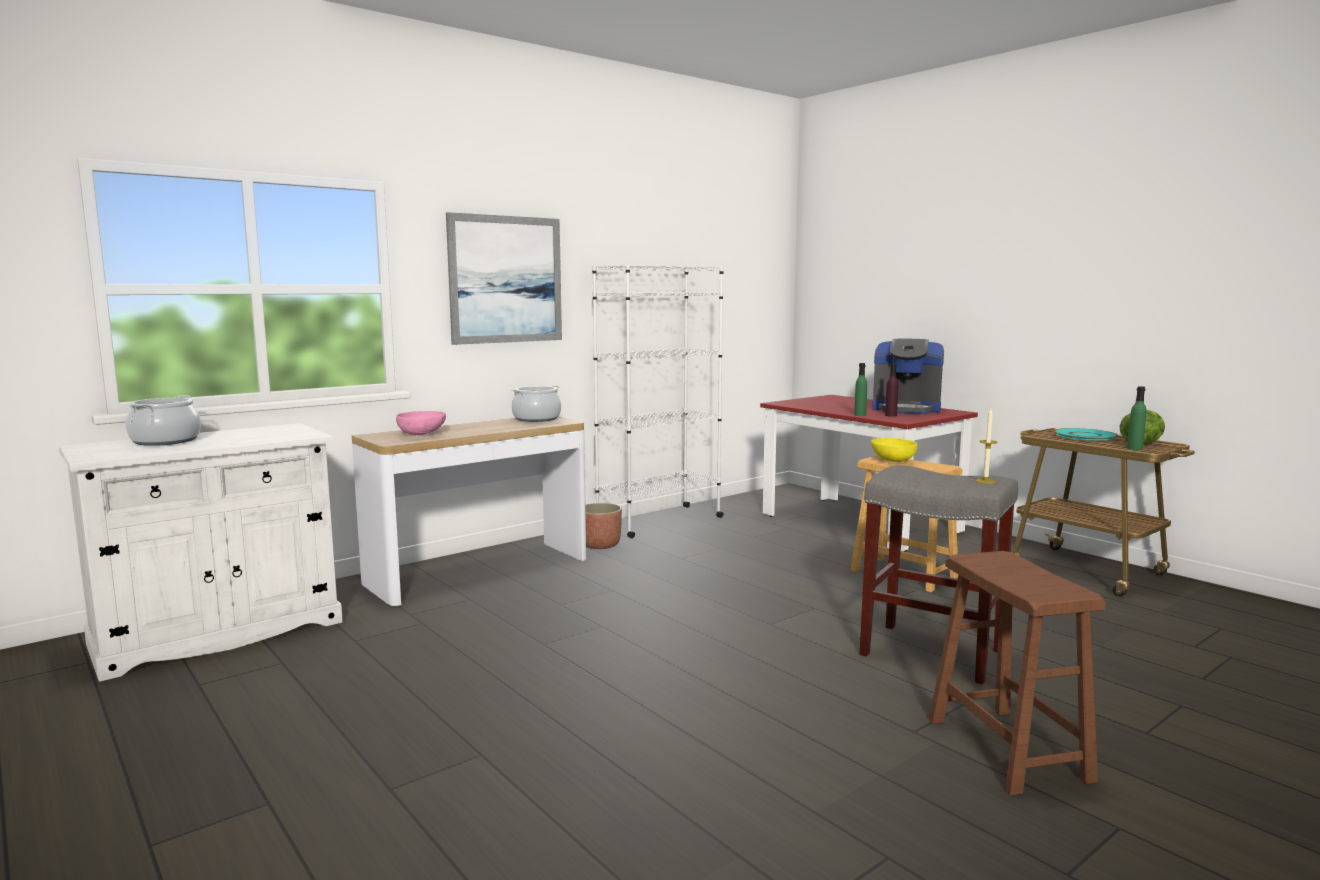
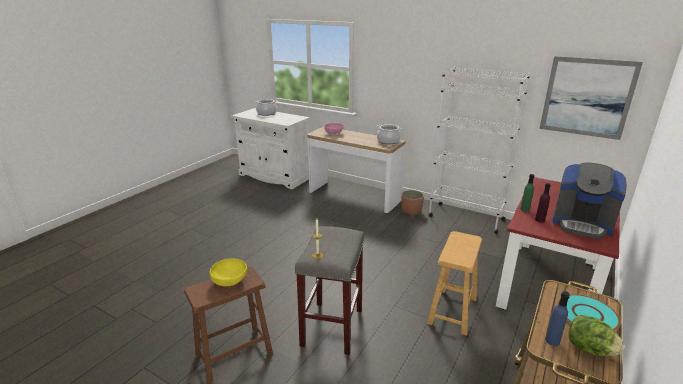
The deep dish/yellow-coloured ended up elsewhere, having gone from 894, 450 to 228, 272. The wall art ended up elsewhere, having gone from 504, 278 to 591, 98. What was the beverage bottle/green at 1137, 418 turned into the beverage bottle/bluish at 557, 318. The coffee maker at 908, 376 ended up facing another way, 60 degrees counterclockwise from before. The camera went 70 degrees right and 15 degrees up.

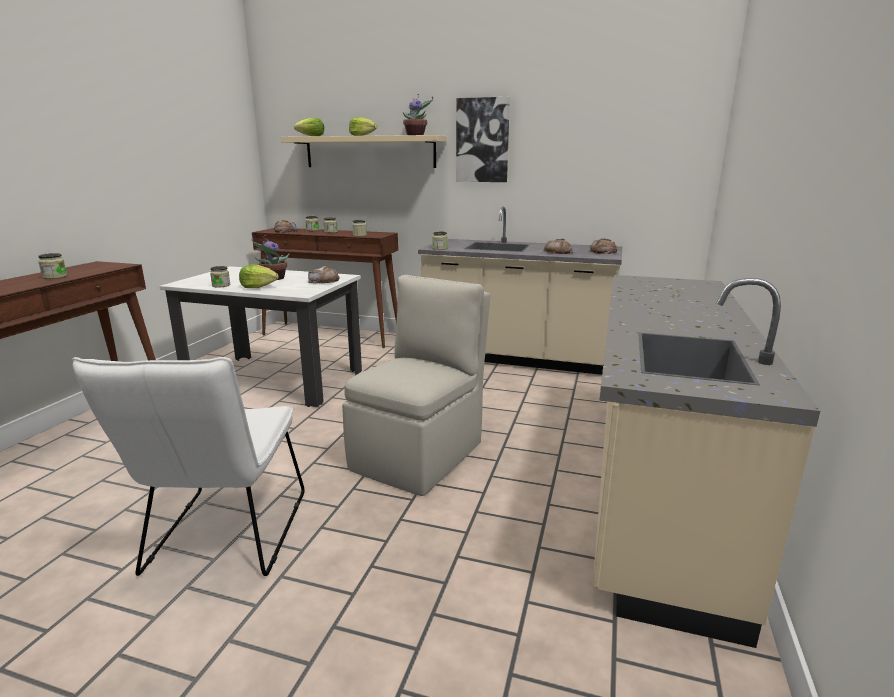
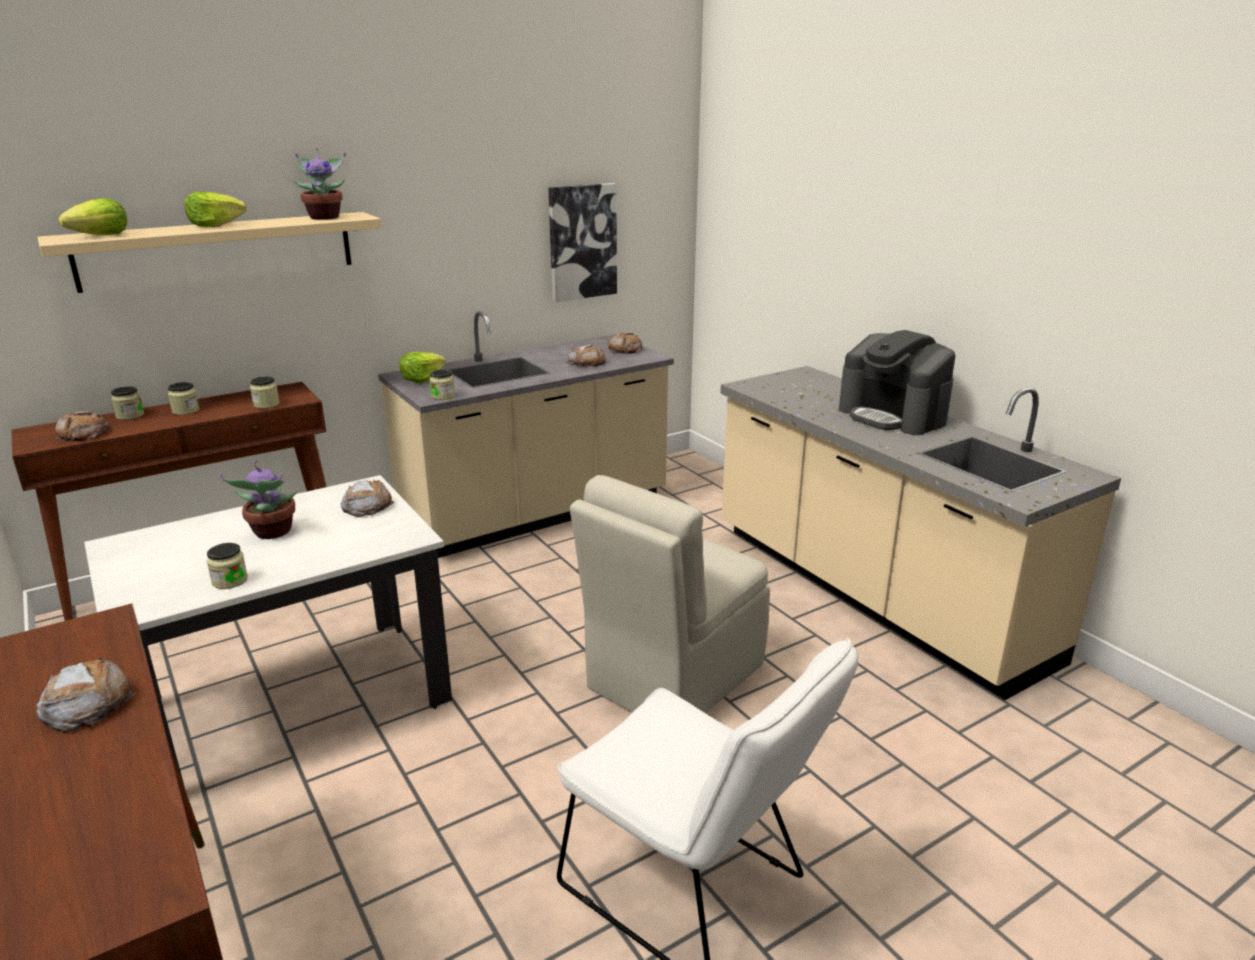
Where the preserve jar stood at 52, 266, the baked bread came to stand at 85, 694. The lettuce head ended up elsewhere, having gone from 259, 276 to 423, 367. The wall art ended up elsewhere, having gone from 483, 139 to 582, 242. The plain chair/beige-coloured at 416, 385 ended up facing another way, 120 degrees counterclockwise from before. The second view gained the coffee maker at 897, 382. The camera went 50 degrees left and 5 degrees up.

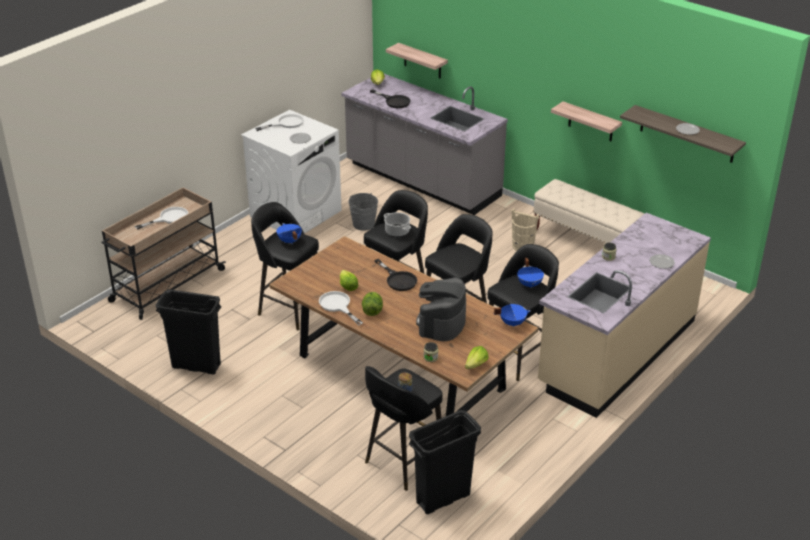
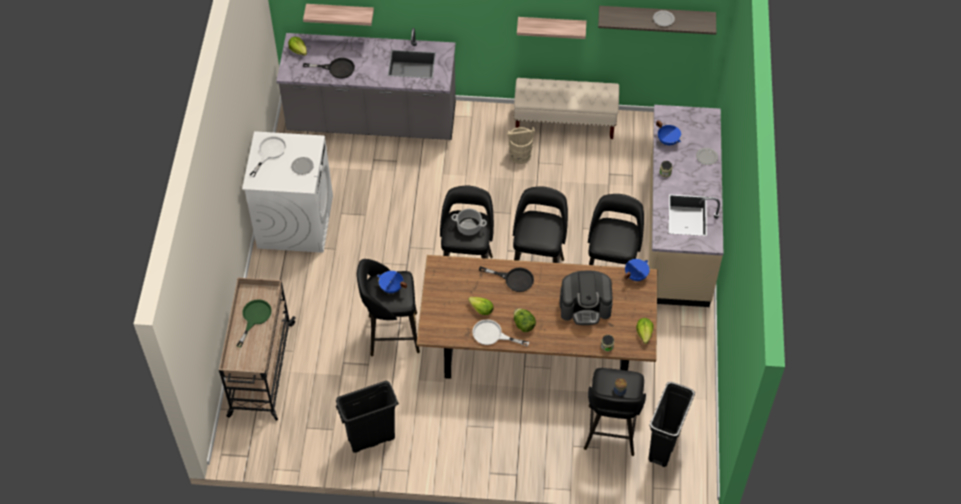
What was the pan/white-coloured at 161, 218 turned into the pan/green at 254, 323. The coffee maker at 441, 309 ended up facing another way, 75 degrees counterclockwise from before. The saucepot/bluish ended up elsewhere, having gone from 530, 273 to 668, 132. The second view lost the water bucket/gray at 363, 212. The camera went 35 degrees left and 20 degrees up.

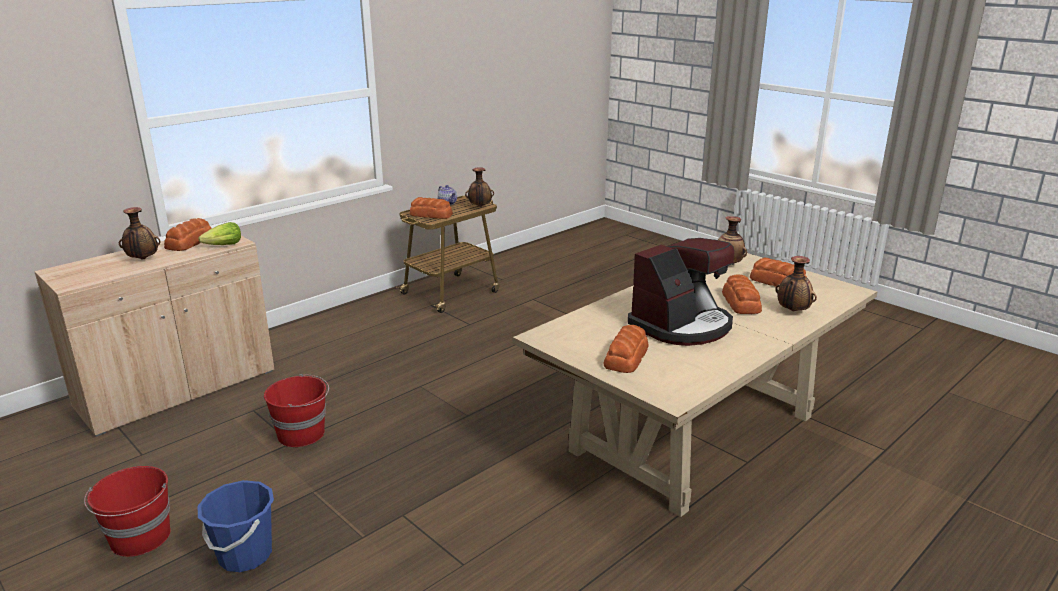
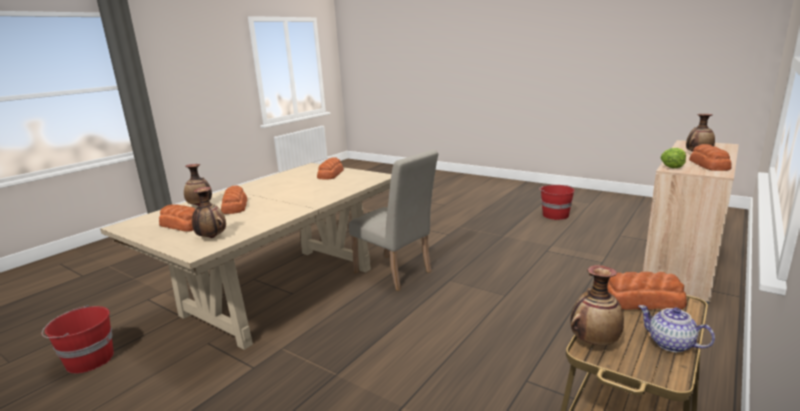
The water bucket/red ended up elsewhere, having gone from 296, 410 to 78, 339. The second view gained the plain chair/beige-coloured at 393, 220. The second view lost the water bucket/bluish at 235, 526. The second view lost the coffee maker at 681, 292. The camera went 170 degrees right and 5 degrees down.

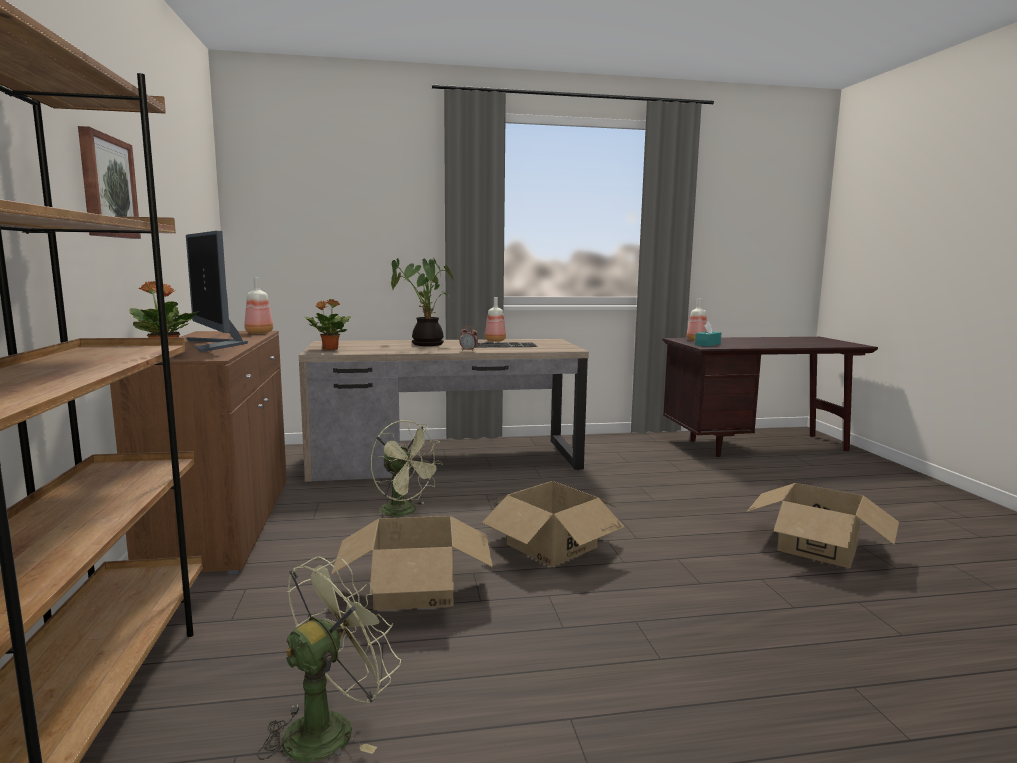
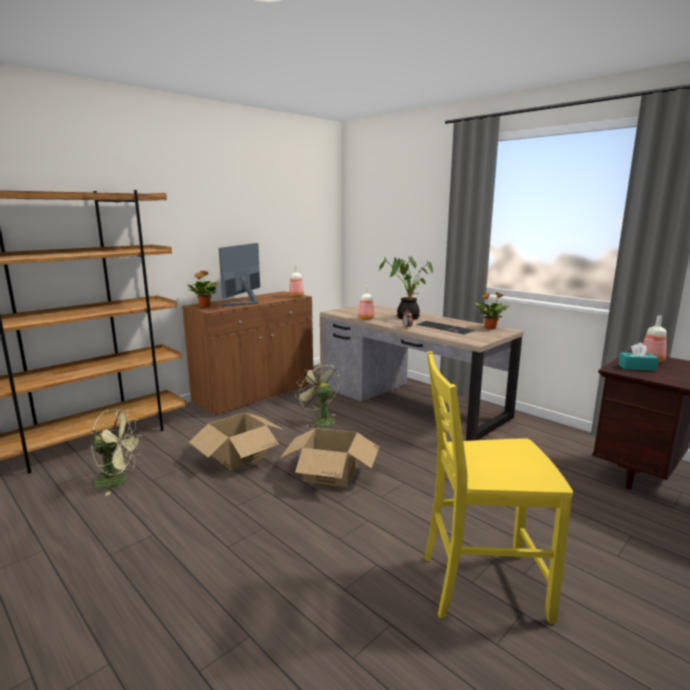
The electric fan/green at 407, 468 ended up facing another way, 135 degrees clockwise from before. The beverage bottle ended up elsewhere, having gone from 495, 319 to 366, 303. Where the packing box stood at 822, 525, the plain chair/yellow-coloured came to stand at 498, 487. The potted plant ended up elsewhere, having gone from 328, 324 to 492, 310. The second view lost the wall art at 109, 182. The camera went 55 degrees right and 5 degrees up.

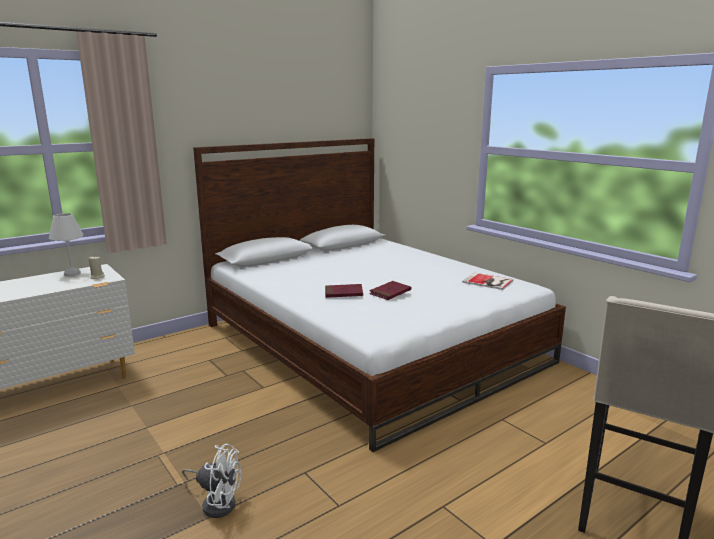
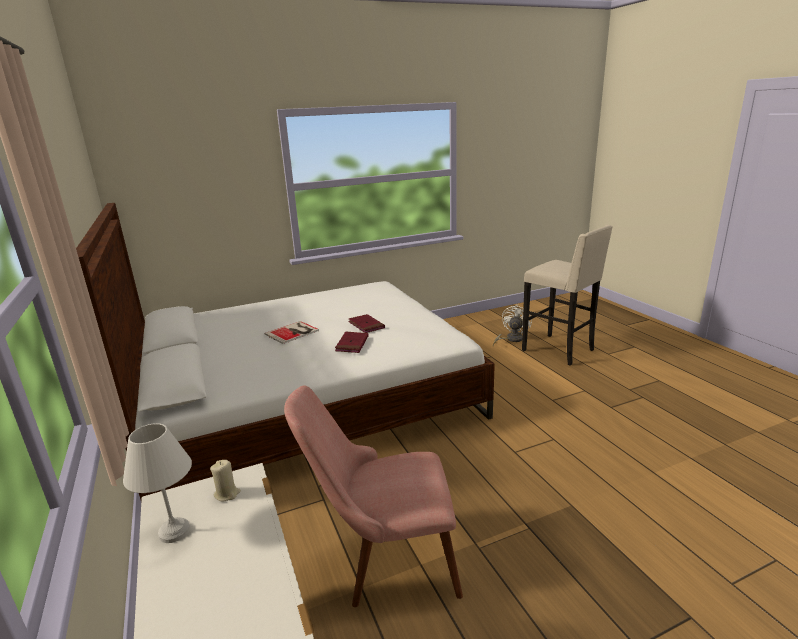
The book ended up elsewhere, having gone from 488, 281 to 292, 332. The second view gained the plain chair/pink at 373, 496. The electric fan/white-coloured ended up elsewhere, having gone from 211, 481 to 512, 325. The camera went 75 degrees left and 5 degrees up.

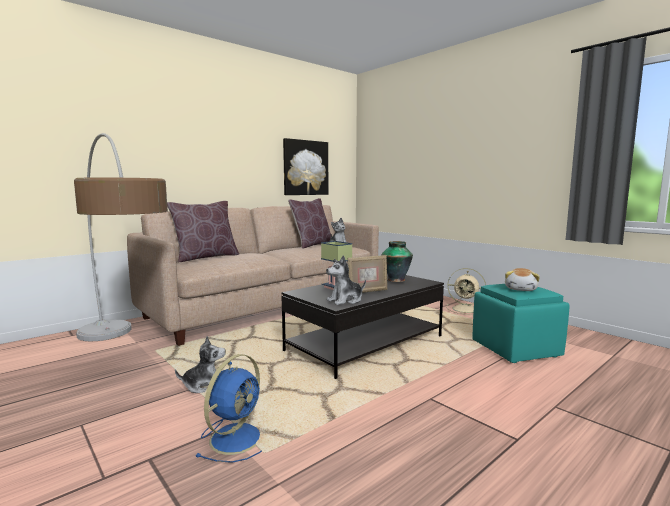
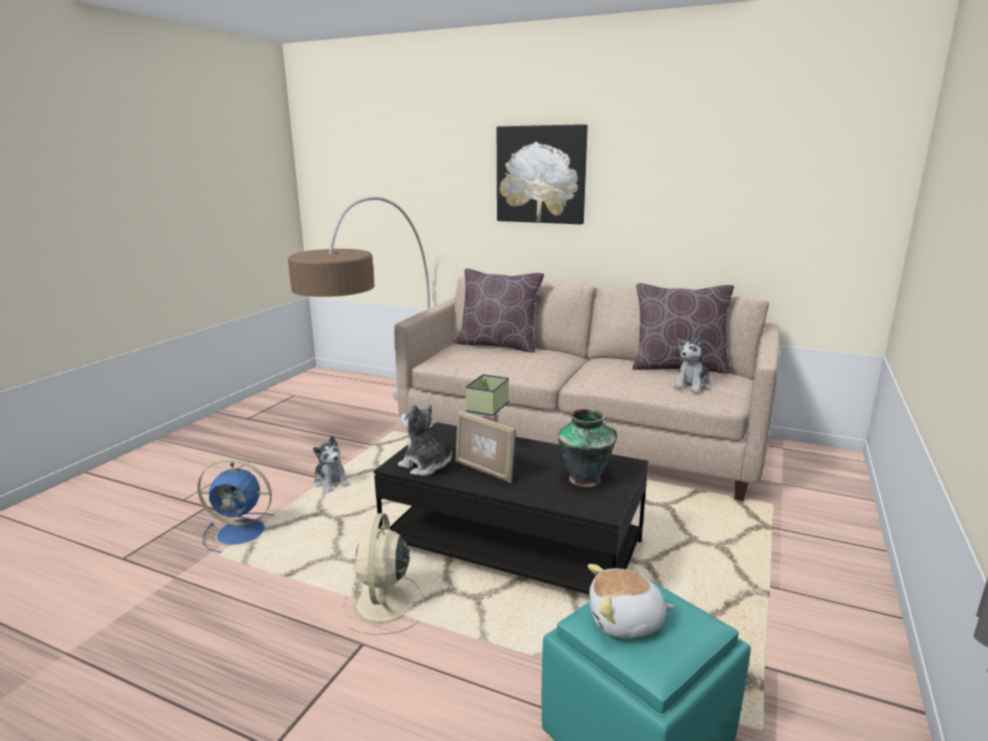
The electric fan/beige-coloured ended up elsewhere, having gone from 466, 291 to 383, 574. The wall art ended up elsewhere, having gone from 305, 166 to 542, 174. The camera went 65 degrees right and 10 degrees up.

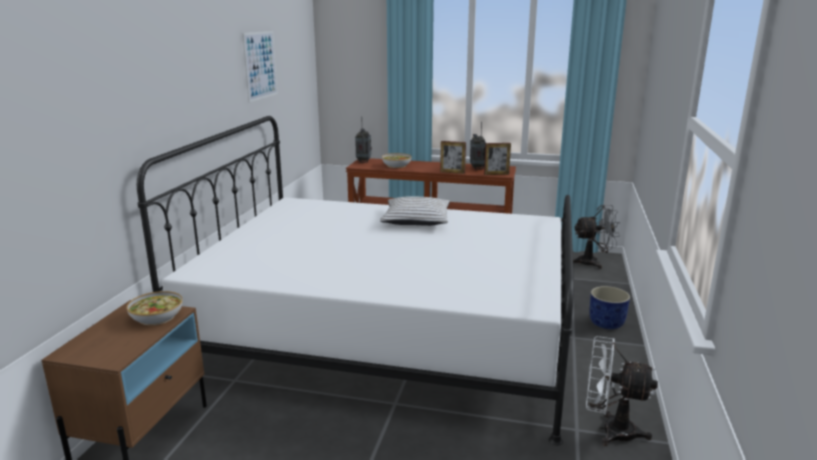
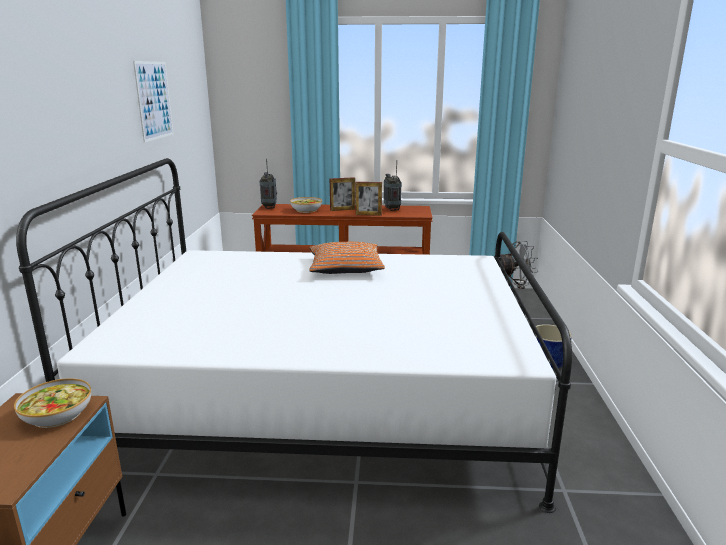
What was the throw pillow/white-coloured at 415, 211 turned into the throw pillow/orange-coloured at 347, 258. The photo frame ended up elsewhere, having gone from 497, 159 to 342, 194. The second view lost the electric fan/white-coloured at 622, 391. The camera went 10 degrees left and 0 degrees up.

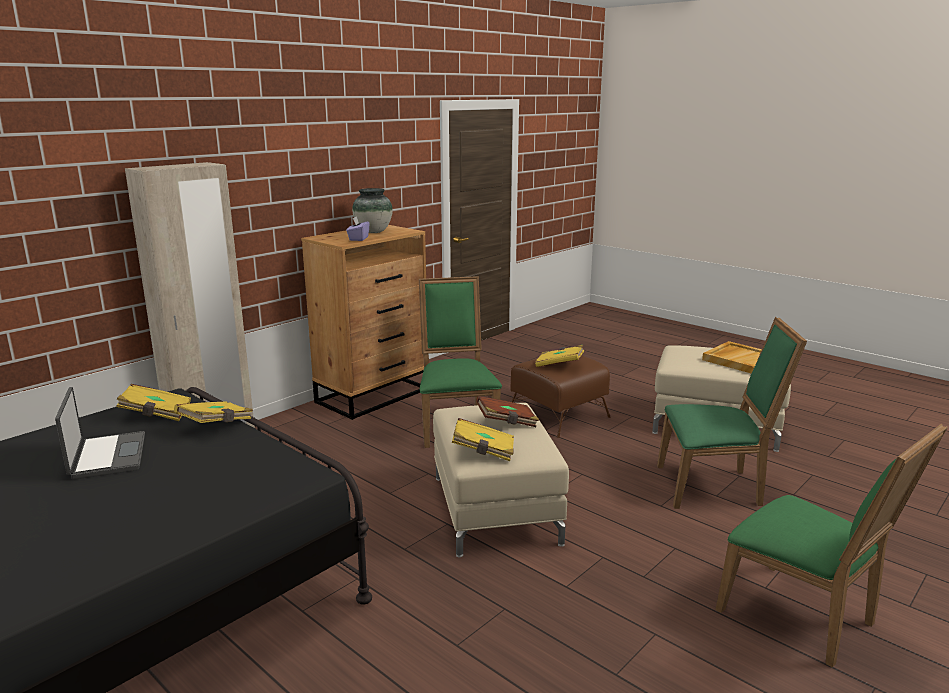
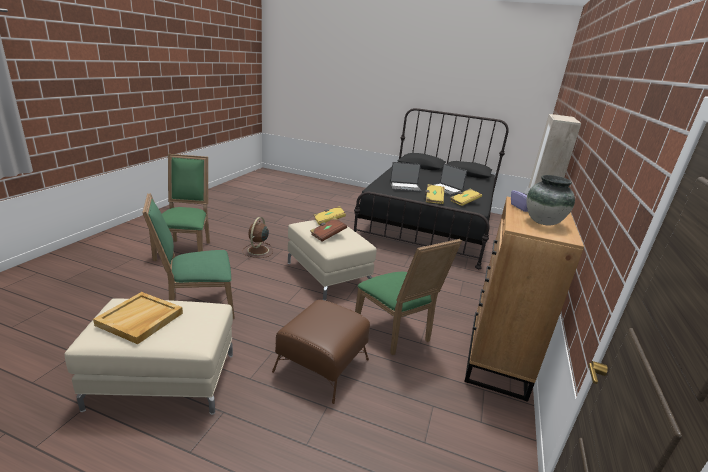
The plain chair/green at 831, 546 ended up facing another way, 60 degrees clockwise from before. The second view gained the electric fan/brown at 257, 237. The second view gained the portable computer at 405, 177. The second view lost the book/yellow-coloured at 559, 356. The camera went 155 degrees right and 5 degrees up.

